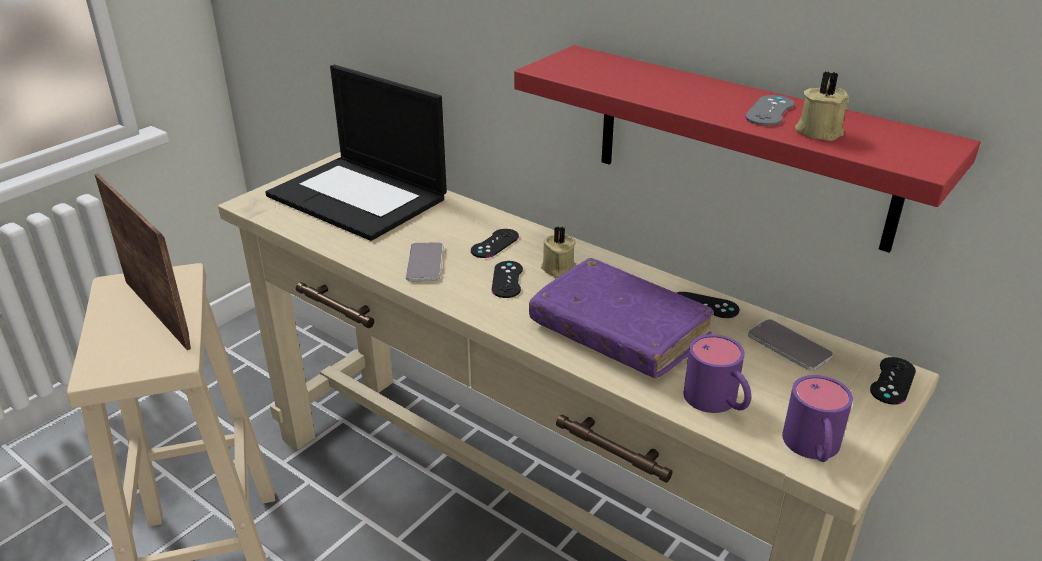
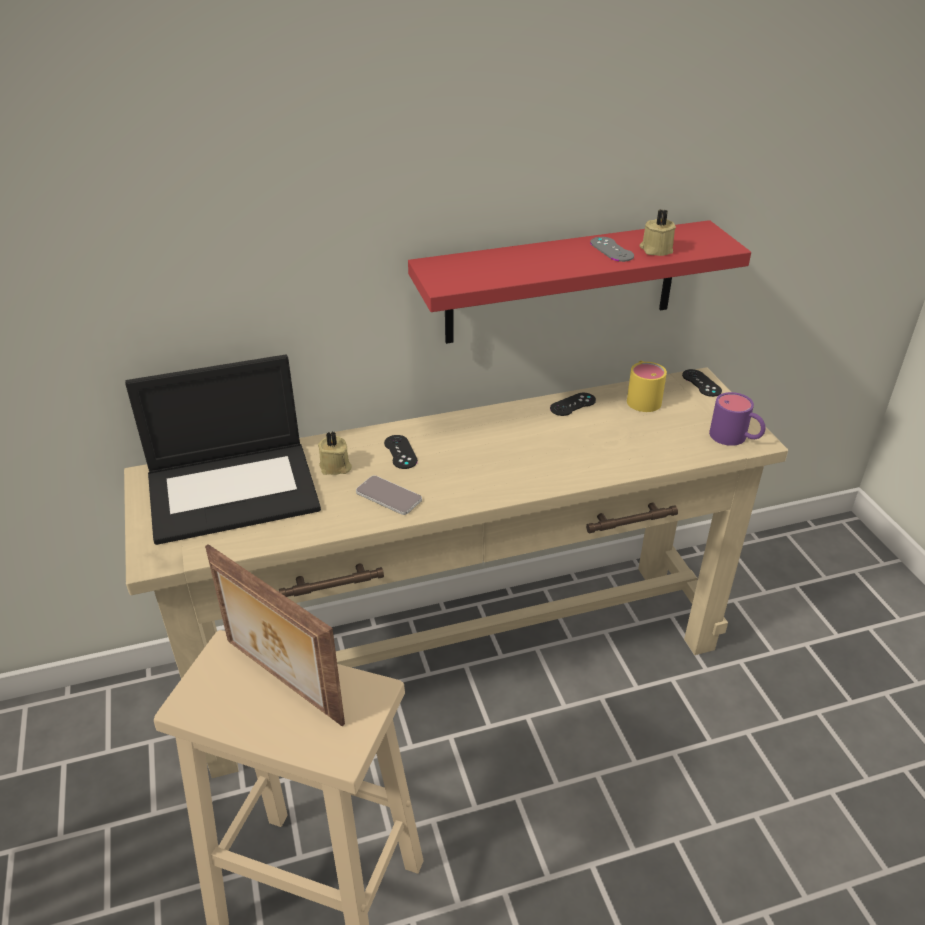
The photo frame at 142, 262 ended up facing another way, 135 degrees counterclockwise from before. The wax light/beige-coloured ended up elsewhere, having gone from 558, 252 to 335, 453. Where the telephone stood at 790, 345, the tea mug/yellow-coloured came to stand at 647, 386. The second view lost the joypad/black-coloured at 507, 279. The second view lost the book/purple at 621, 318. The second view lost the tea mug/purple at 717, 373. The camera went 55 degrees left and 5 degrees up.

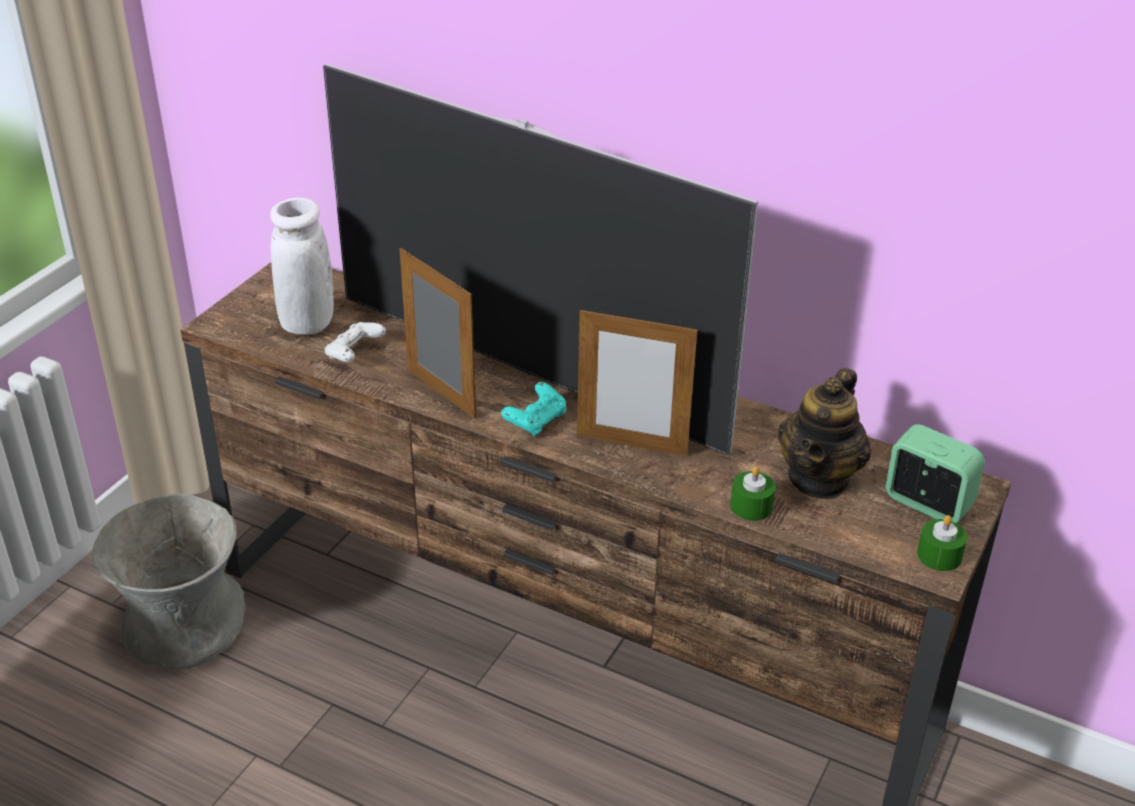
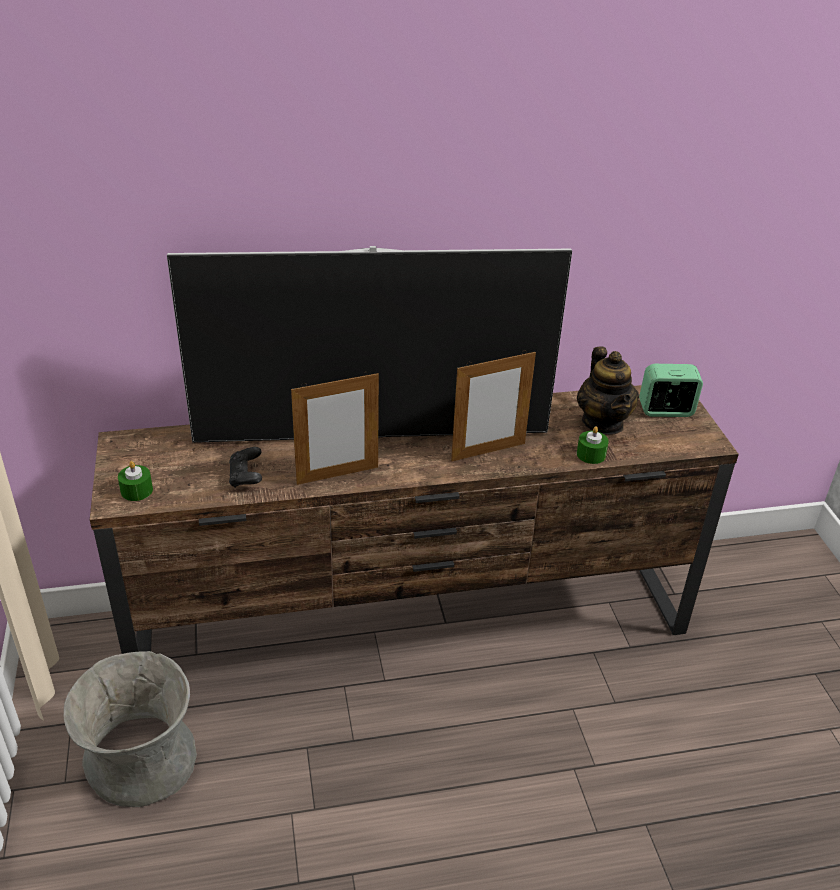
The wax light/green ended up elsewhere, having gone from 942, 543 to 135, 481. What was the joypad/white-coloured at 355, 342 turned into the joypad/black-coloured at 245, 467. The photo frame at 437, 333 ended up facing another way, 150 degrees clockwise from before. The second view lost the flower vase/white-coloured at 302, 266. The second view lost the joypad/blue-green at 533, 409. The camera went 40 degrees left and 0 degrees up.

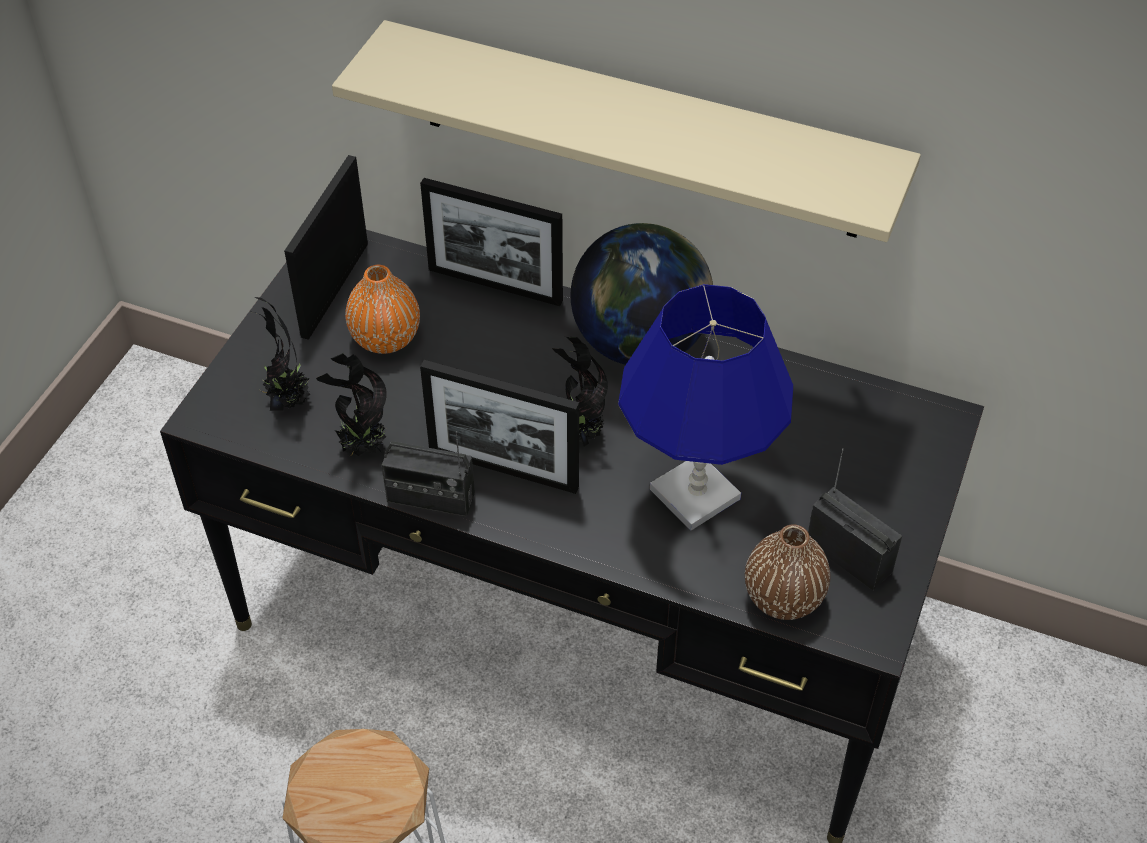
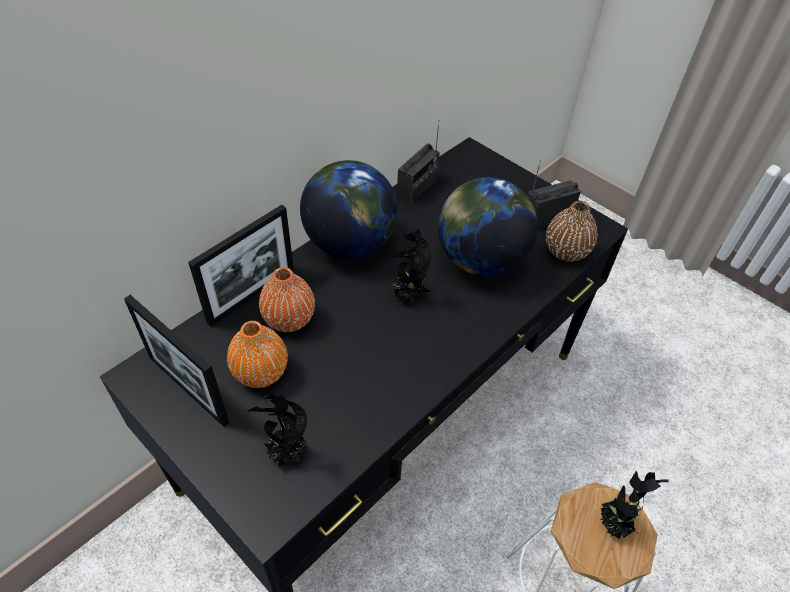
The second view gained the flower vase/orange-coloured at 287, 299. The radio set ended up elsewhere, having gone from 428, 474 to 418, 161. Where the table lamp/bluish stood at 705, 407, the desk globe came to stand at 488, 227. The potted plant ended up elsewhere, having gone from 351, 404 to 635, 505. The second view lost the wall shelf/beige-coloured at 626, 131. The second view lost the photo frame at 499, 427. The camera went 70 degrees left and 0 degrees up.

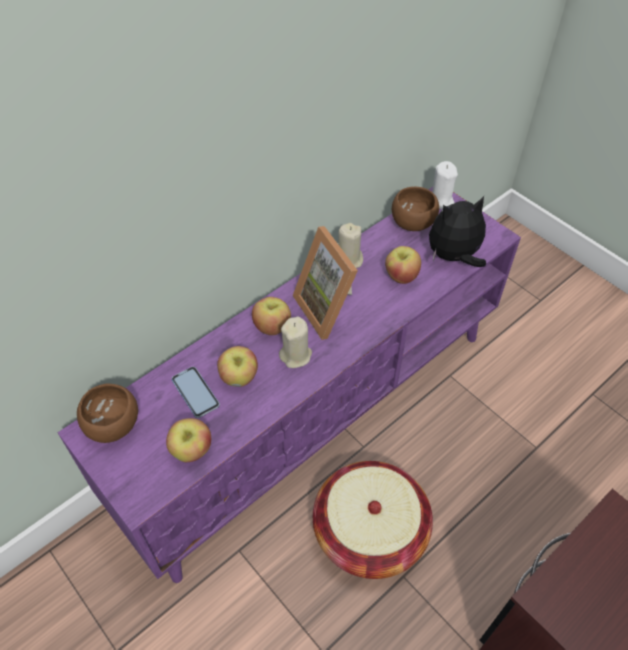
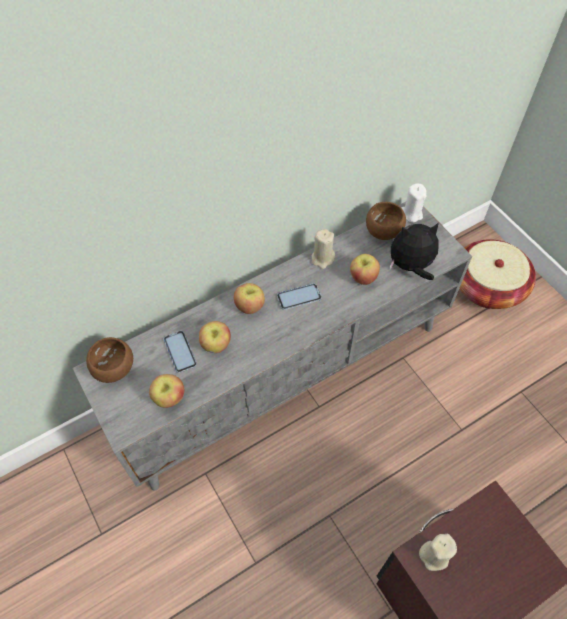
What was the media console/purple at 289, 385 turned into the media console/gray at 272, 346. Where the photo frame stood at 325, 283, the telephone came to stand at 299, 297. The wax light/beige-coloured ended up elsewhere, having gone from 295, 342 to 438, 552. The basket ended up elsewhere, having gone from 373, 520 to 497, 274. The camera went 10 degrees right and 5 degrees up.

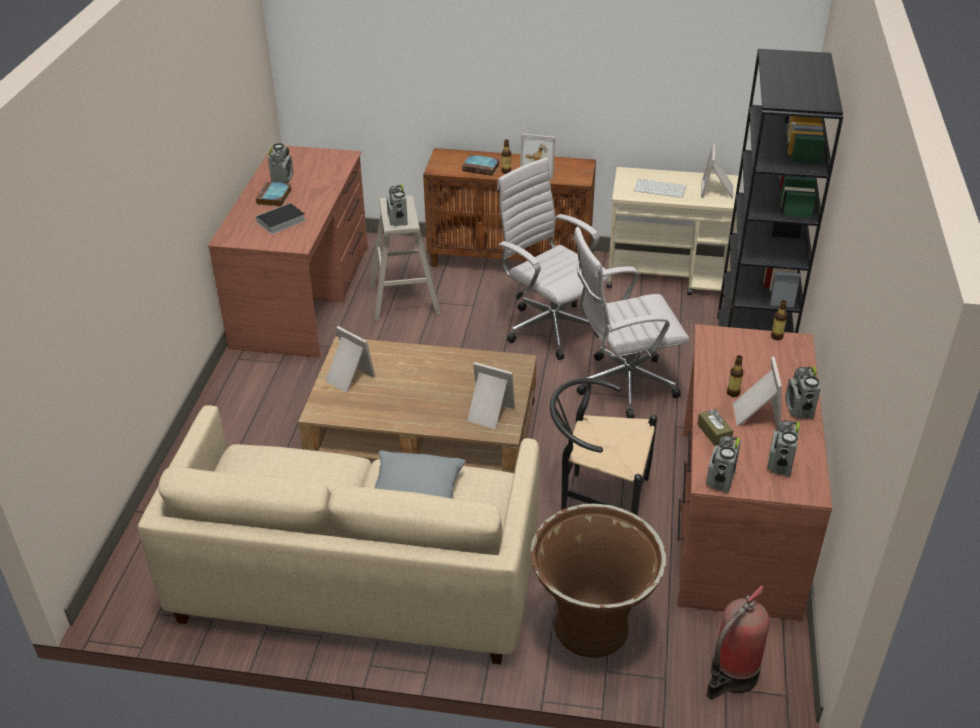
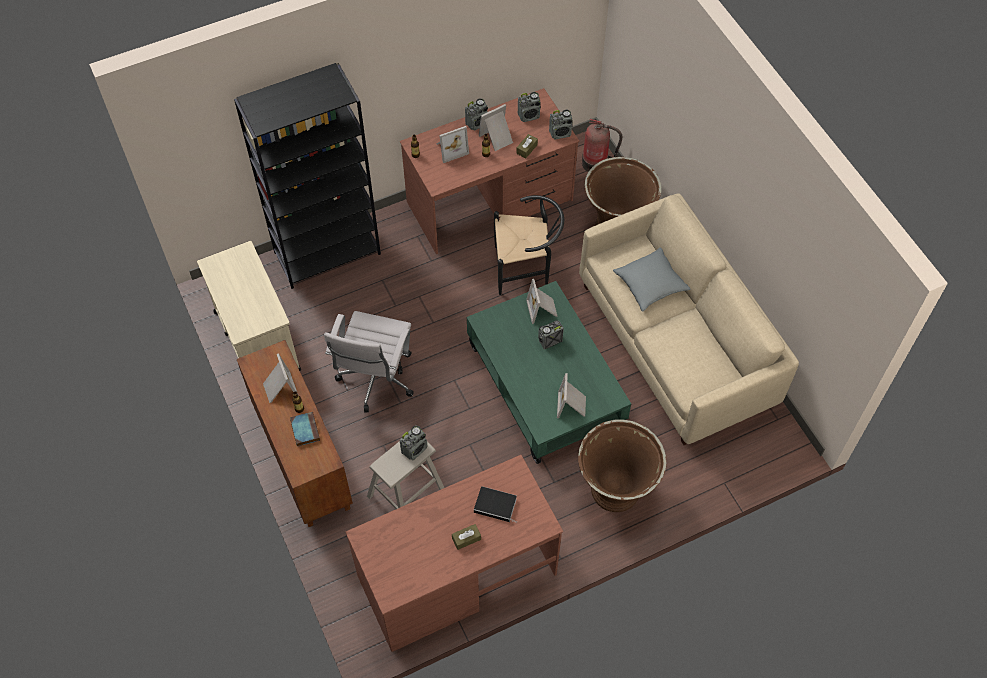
The photo frame ended up elsewhere, having gone from 717, 171 to 453, 144. Where the book stood at 273, 194, the tissue box/brown came to stand at 466, 537. What was the coffee table/brown at 417, 405 turned into the coffee table/green at 549, 372. The plain chair/black-coloured at 603, 447 ended up facing another way, 75 degrees counterclockwise from before. The radio set ended up elsewhere, having gone from 280, 163 to 551, 335. The second view gained the plant pot/brown at 622, 465. The second view lost the office chair/white-coloured at 631, 322. The second view lost the keyboard at 660, 188. The camera went 125 degrees left and 20 degrees up.

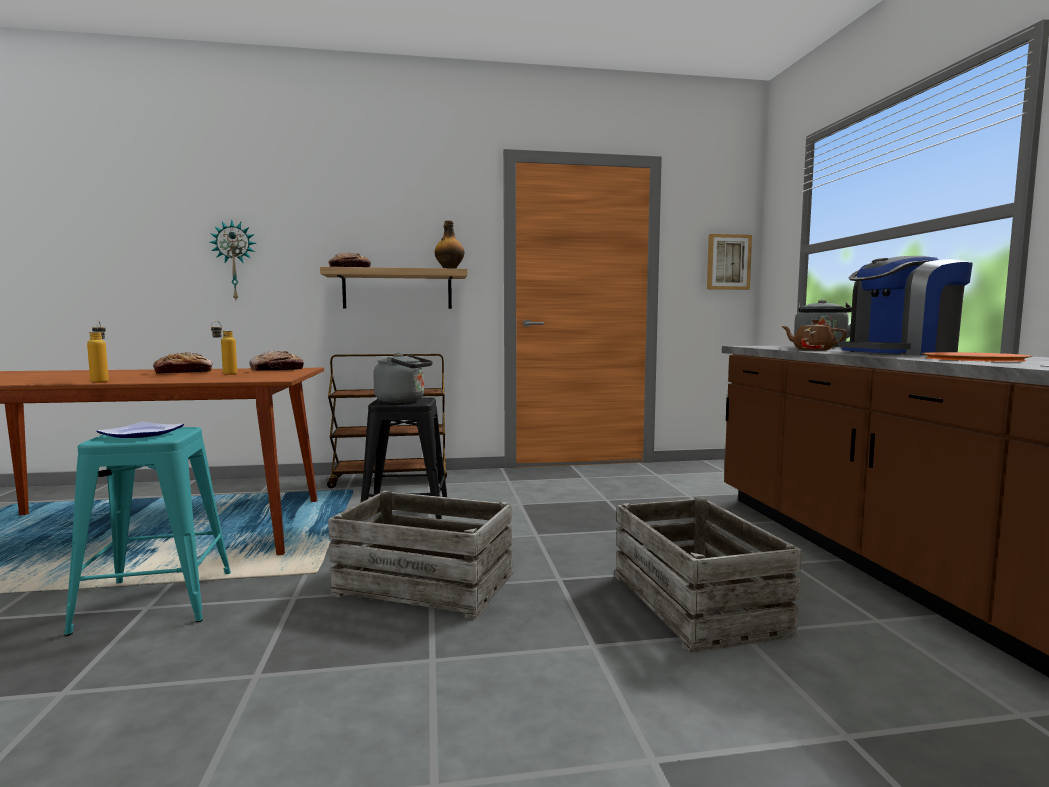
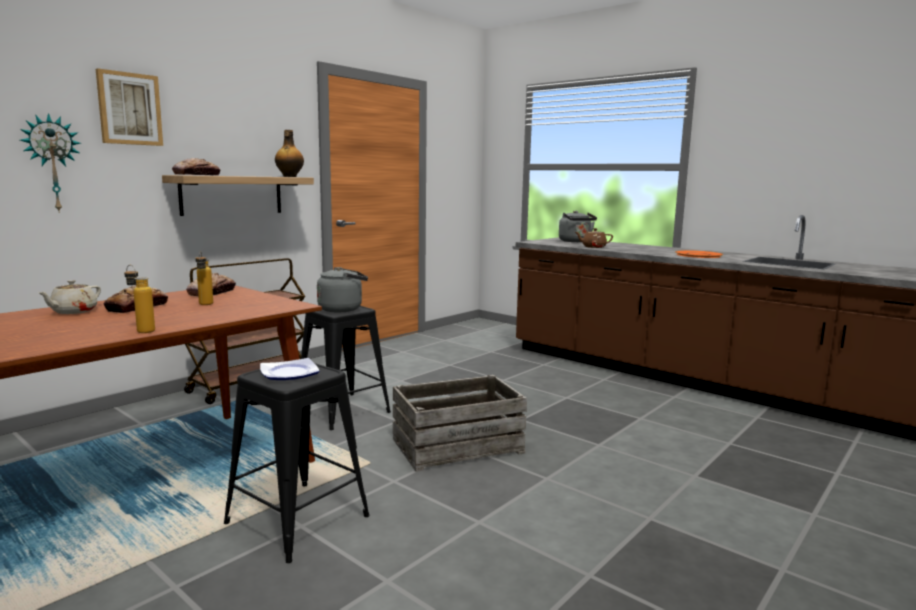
The second view gained the teapot/beige-coloured at 69, 297. The wall art ended up elsewhere, having gone from 729, 262 to 129, 107. What was the sitting stool/blue-green at 147, 531 turned into the sitting stool/black-coloured at 296, 461. The second view lost the crate at 708, 575. The second view lost the coffee maker at 905, 305. The camera went 40 degrees left and 5 degrees up.

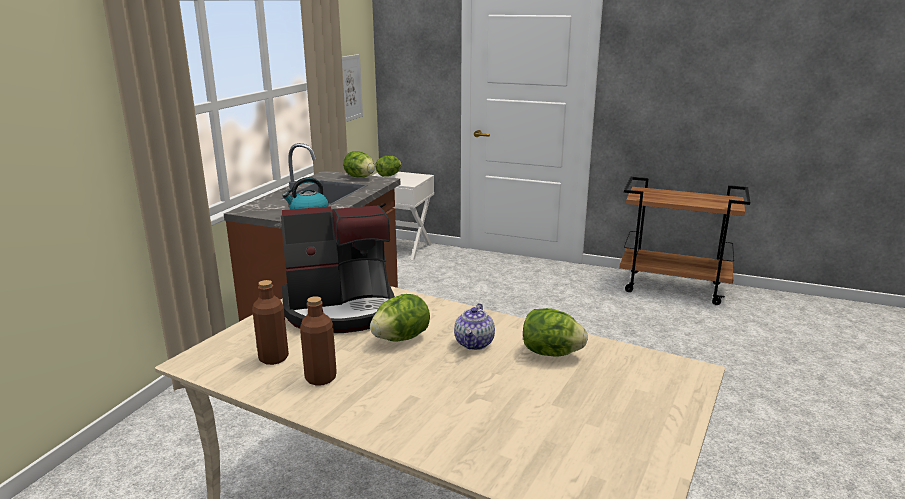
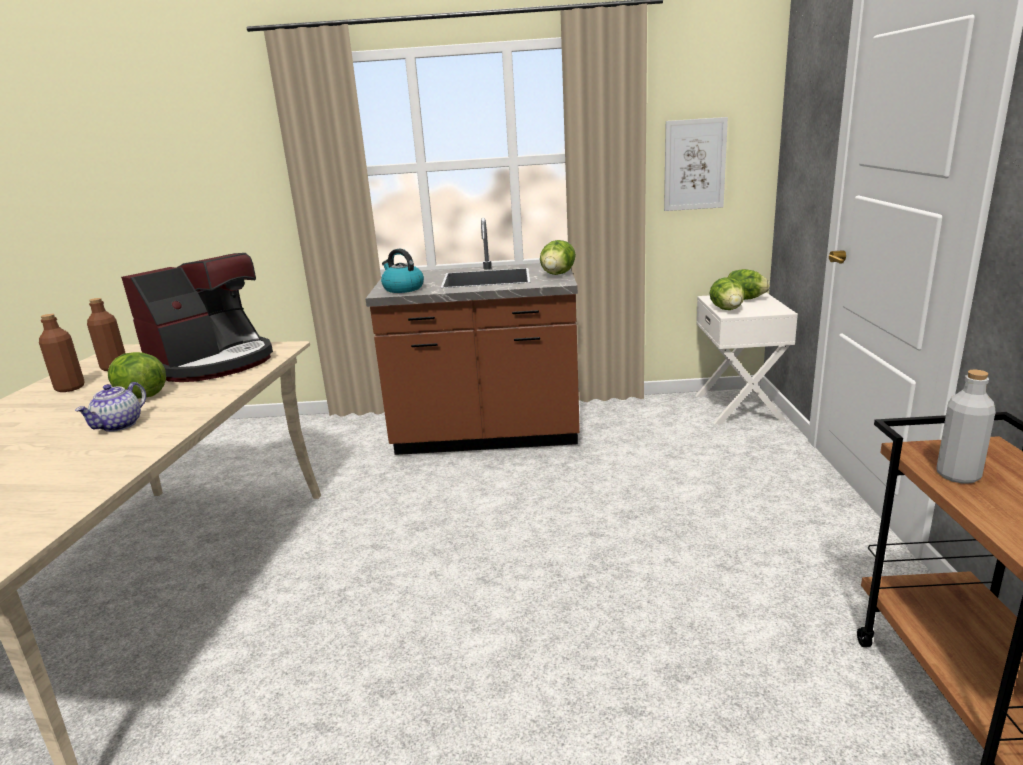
The teapot at 474, 326 ended up facing another way, 60 degrees counterclockwise from before. The coffee maker at 338, 269 ended up facing another way, 105 degrees counterclockwise from before. The lettuce head ended up elsewhere, having gone from 555, 332 to 727, 293. The second view gained the beverage bottle/gray at 966, 427. The camera went 70 degrees right and 0 degrees up.

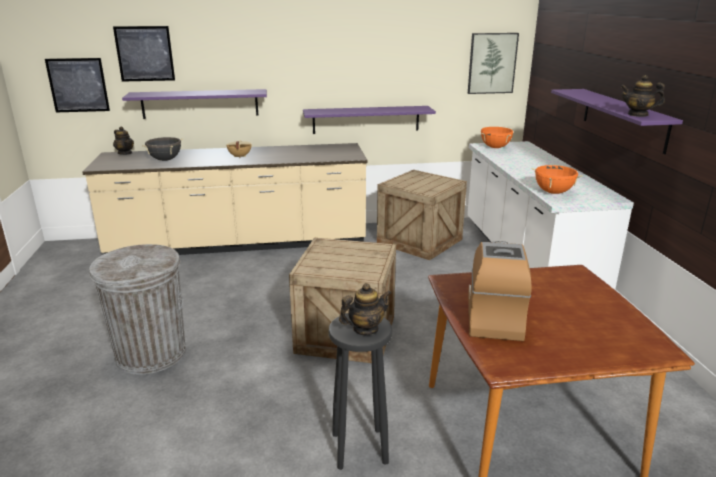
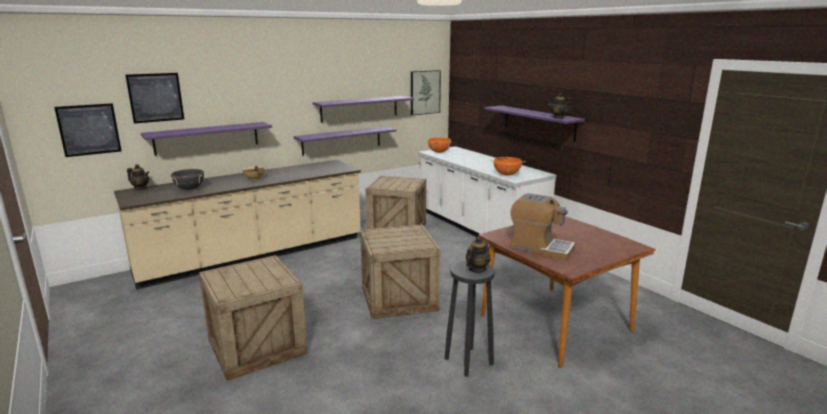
Where the waste bin/gray stood at 137, 309, the crate came to stand at 253, 318. The second view gained the wall shelf/purple at 363, 109. The coffee maker at 500, 291 ended up facing another way, 135 degrees clockwise from before. The camera went 25 degrees left and 5 degrees down.

